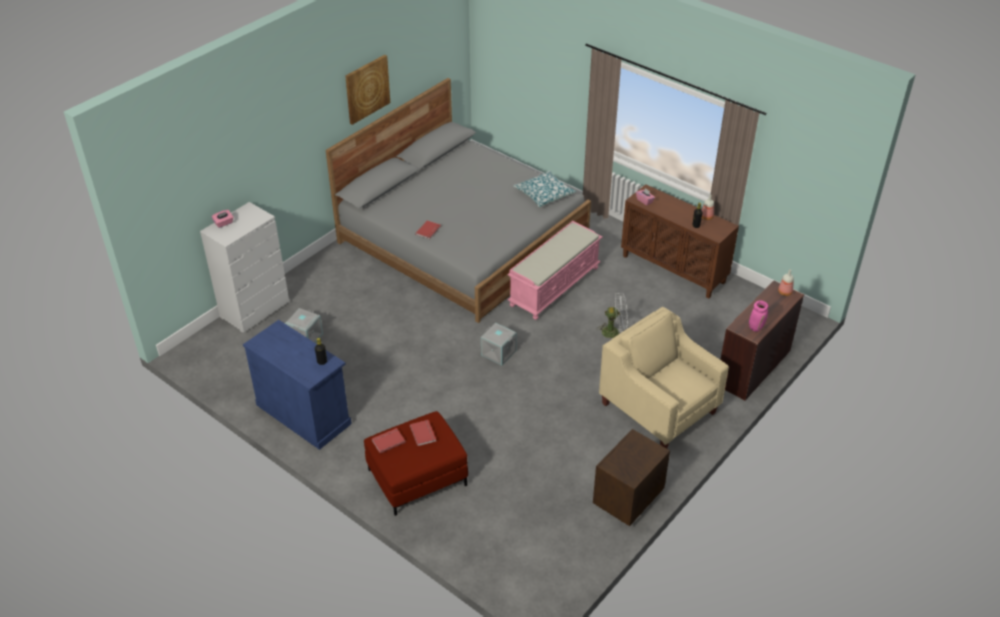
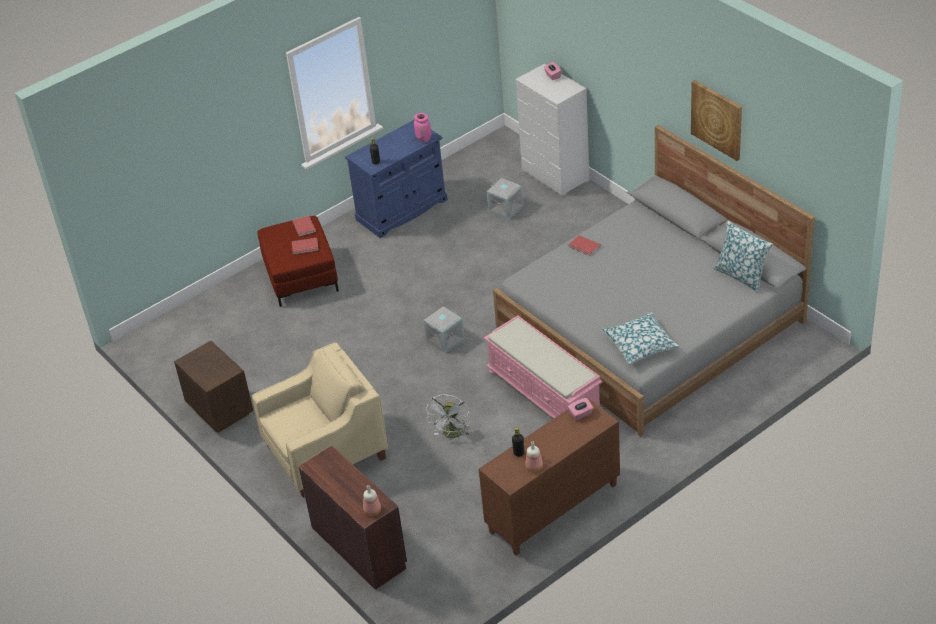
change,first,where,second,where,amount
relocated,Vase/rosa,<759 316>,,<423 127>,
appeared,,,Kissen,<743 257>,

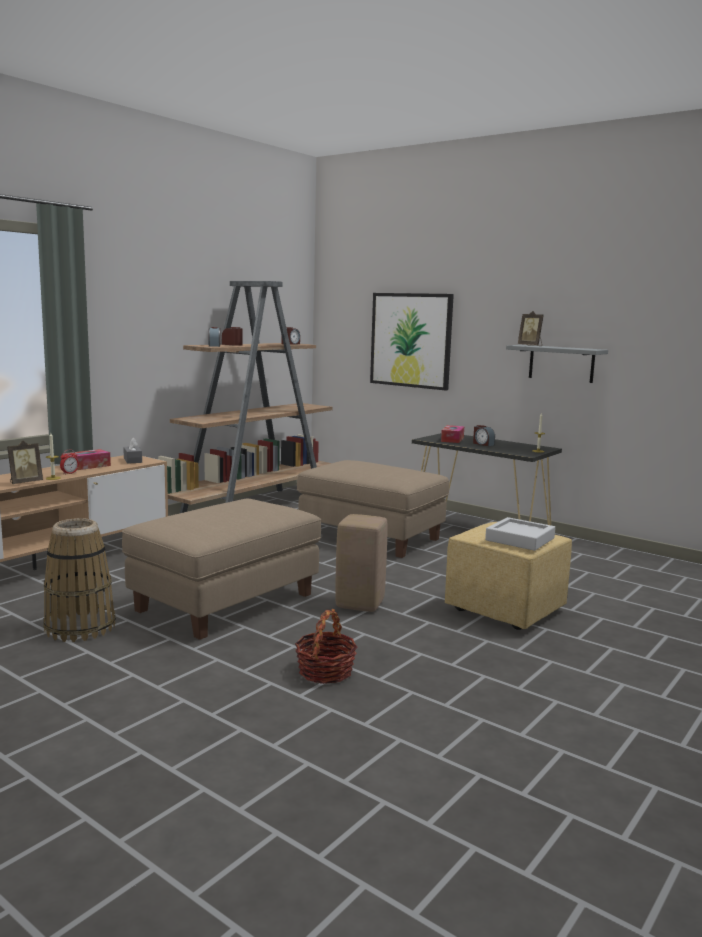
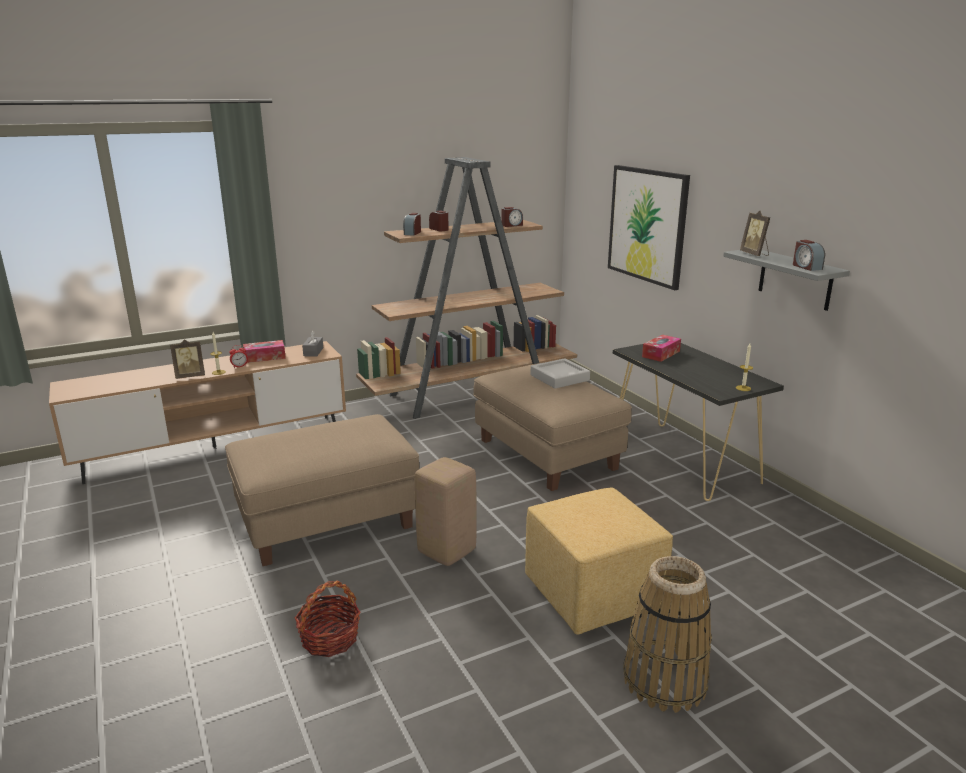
change,first,where,second,where,amount
relocated,Tablett/grau,<520 534>,,<560 373>,
relocated,Korb,<79 580>,,<667 634>,
relocated,Wecker,<484 435>,,<809 255>,

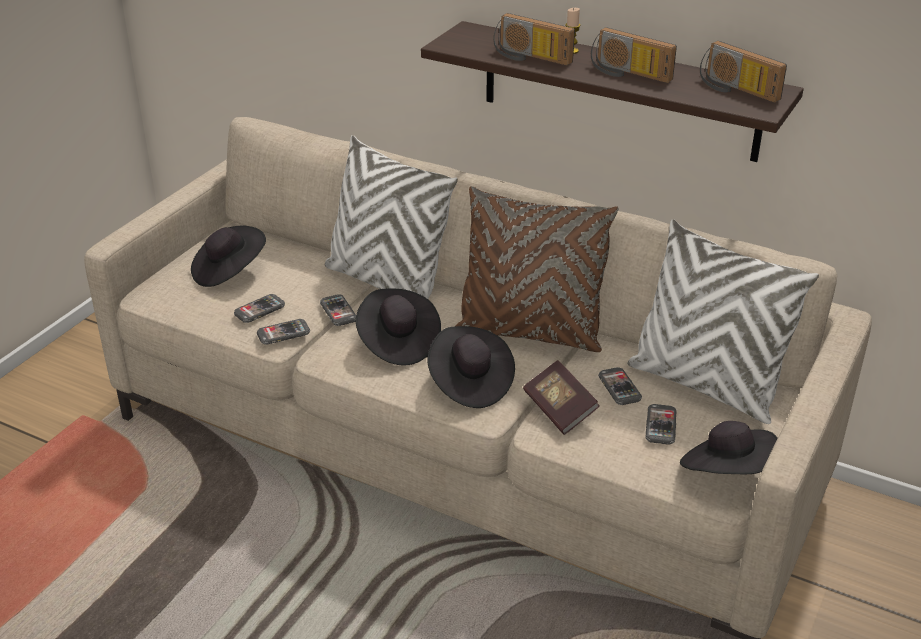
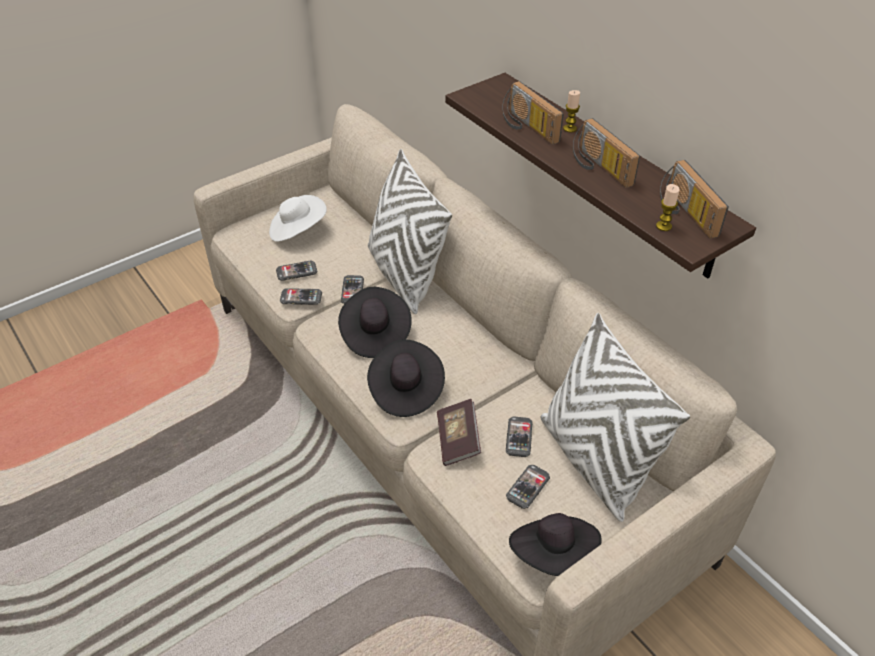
change,first,where,second,where,amount
colour,Hut/schwarz,<228 256>,Hut/weiß,<298 218>,
appeared,,,Kerze,<668 207>,
missing,Kissen/braun,<537 269>,,,

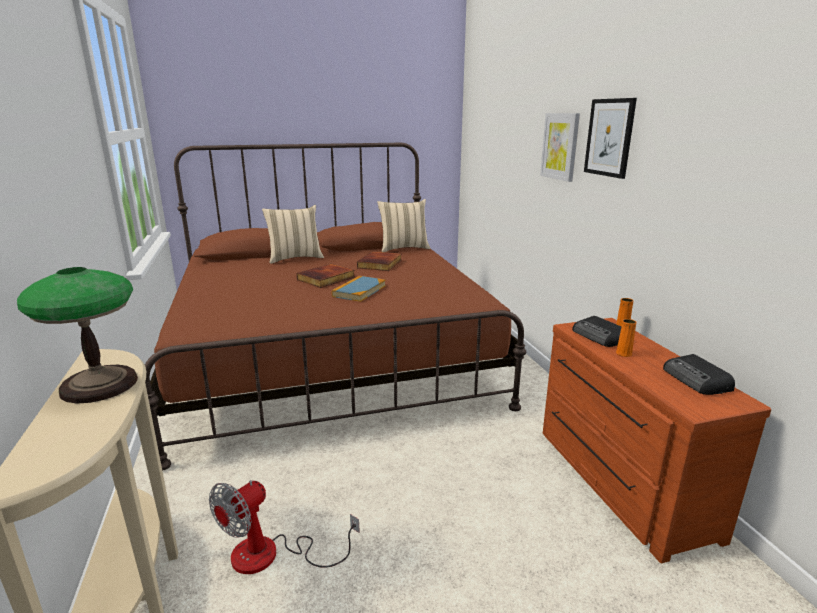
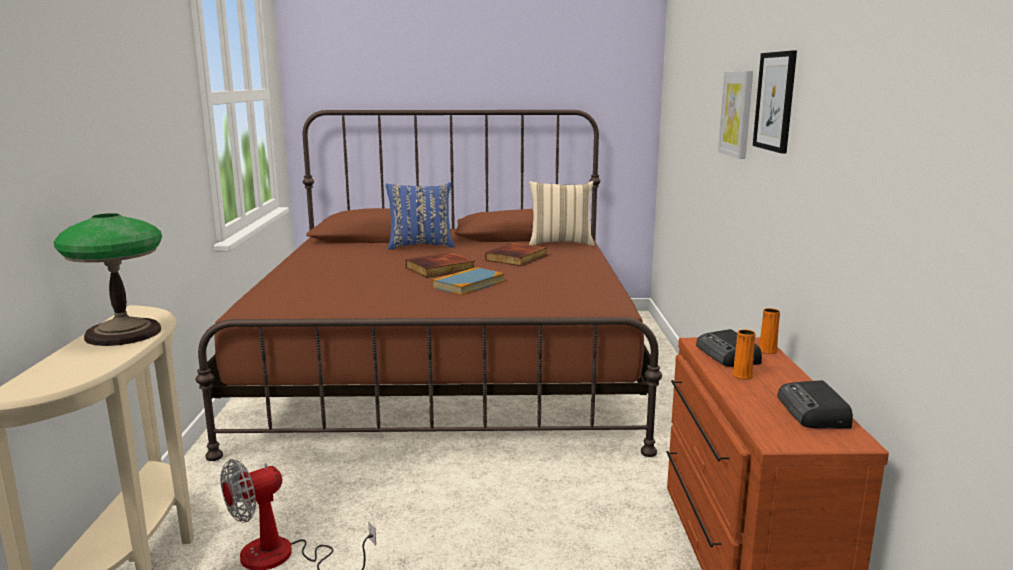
change,first,where,second,where,amount
colour,Kissen/beige,<293 234>,Kissen/blau,<420 216>,

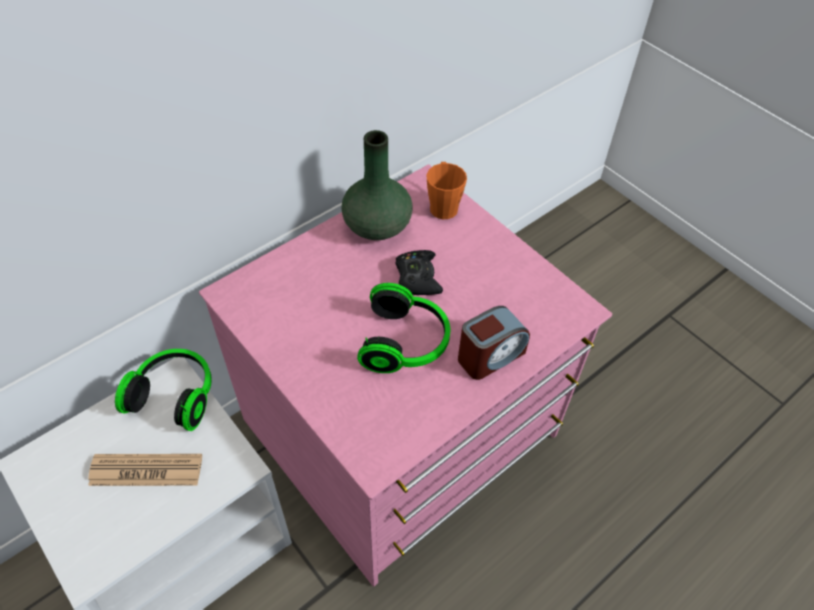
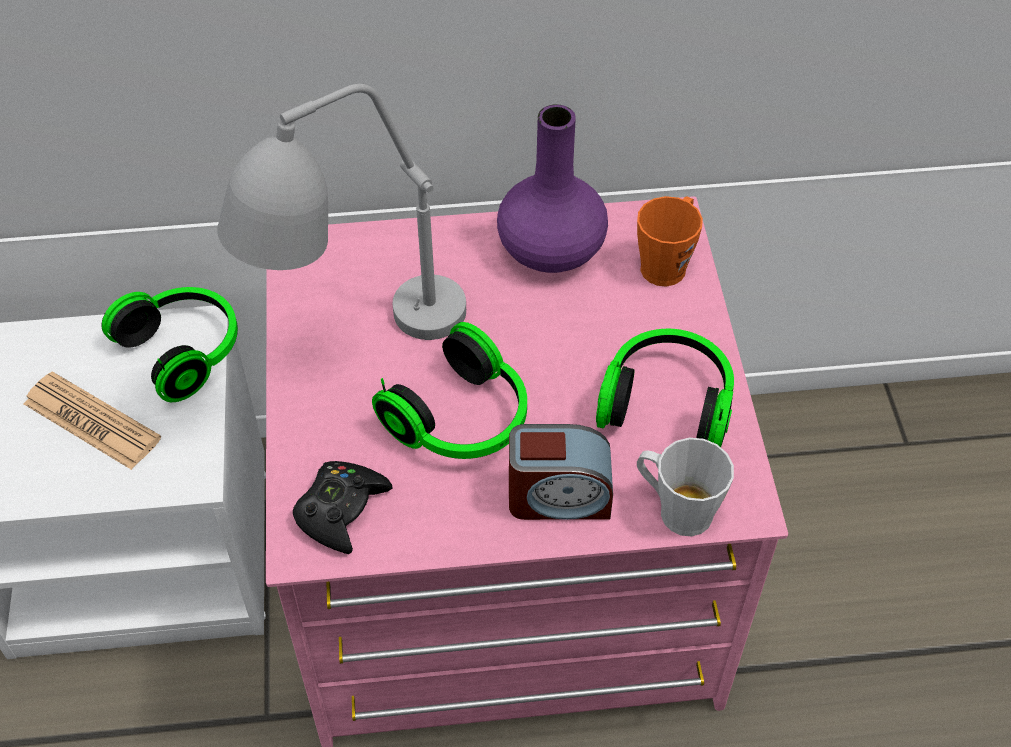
change,first,where,second,where,amount
appeared,,,Tischlampe/grau,<341 212>,
relocated,Gamepad/schwarz,<419 272>,,<342 507>,
colour,Vase/grün,<377 185>,Vase/lila,<552 188>,
appeared,,,Kopfhörer,<665 388>,
appeared,,,Henkelbecher/grau,<685 487>,

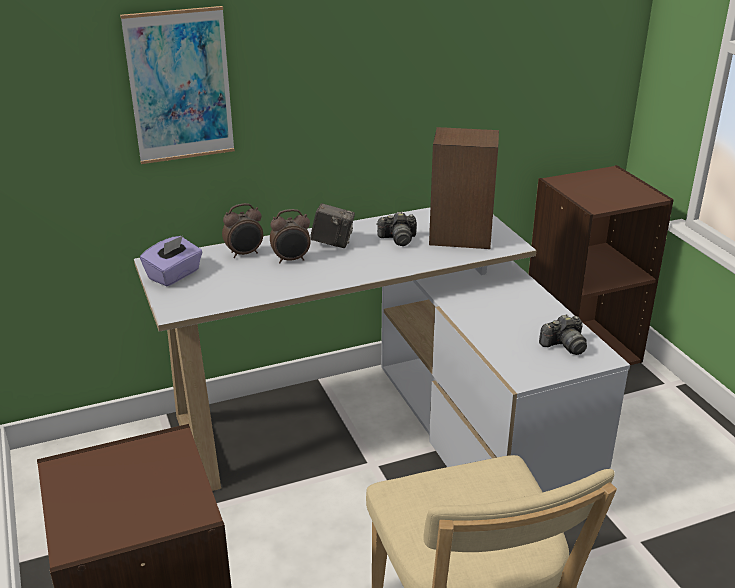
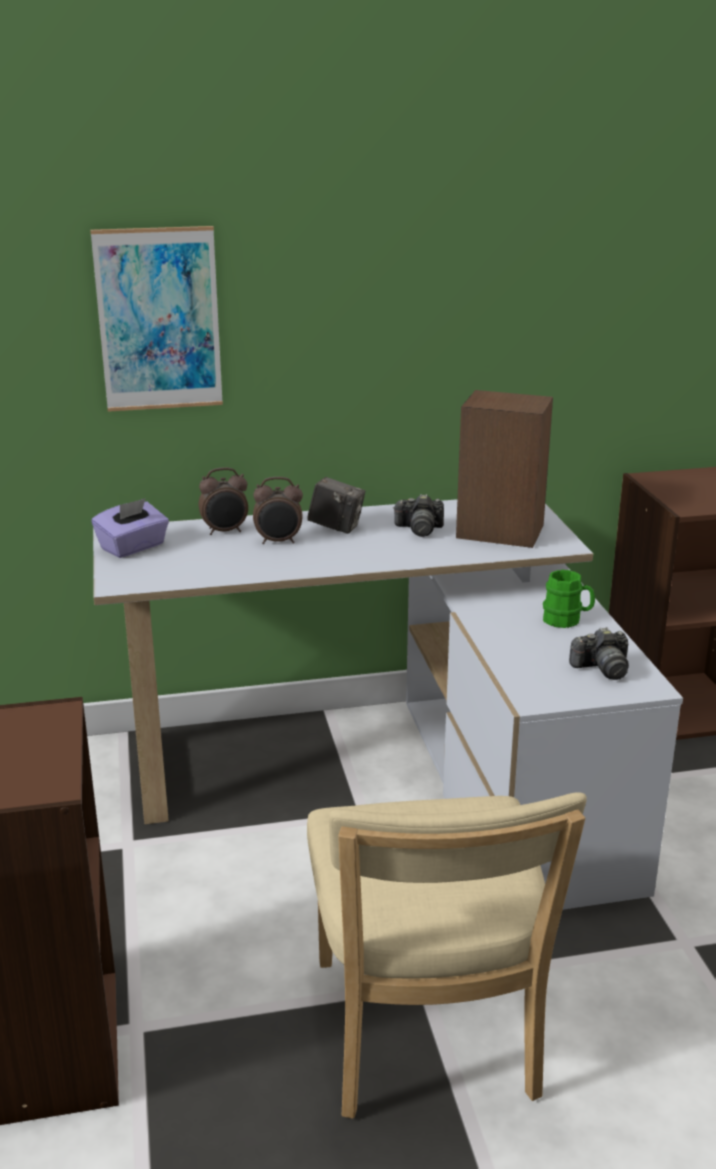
change,first,where,second,where,amount
appeared,,,Henkelbecher/grün,<569 599>,

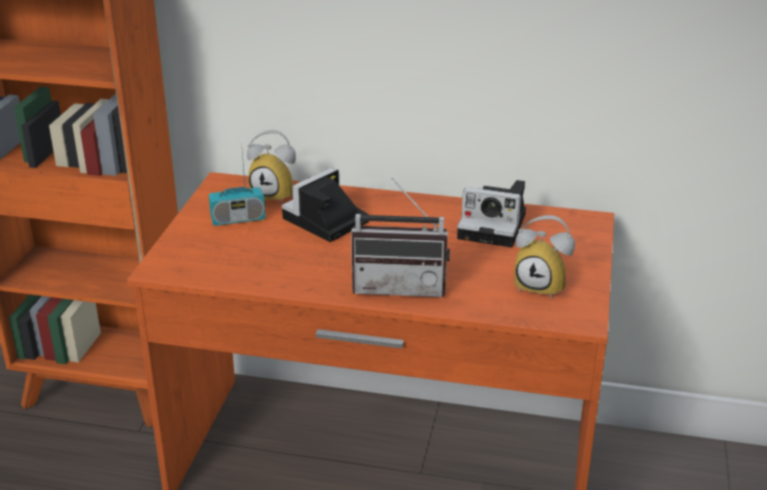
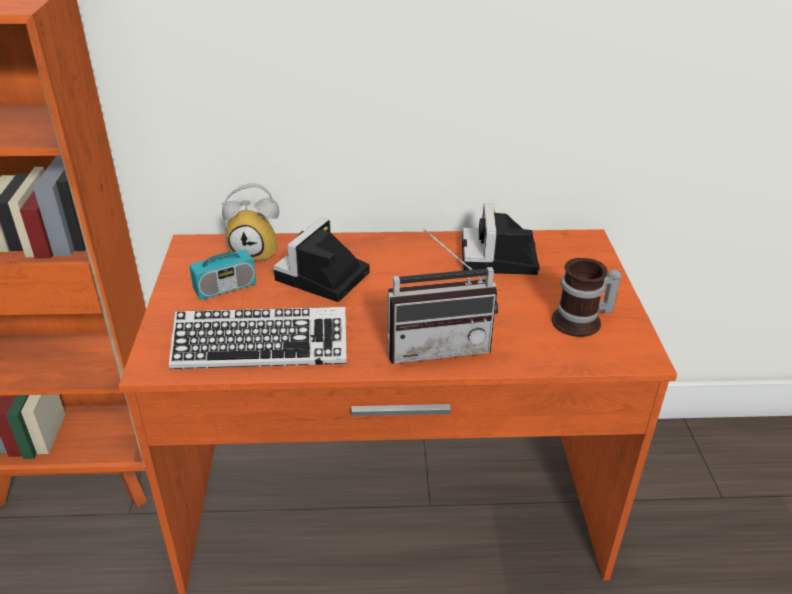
change,first,where,second,where,amount
appeared,,,Tastatur,<258 338>,
spun,Kamera,<491 213>,,<501 239>,90 degrees clockwise
exchanged,Wecker,<544 257>,Henkelbecher,<587 297>,

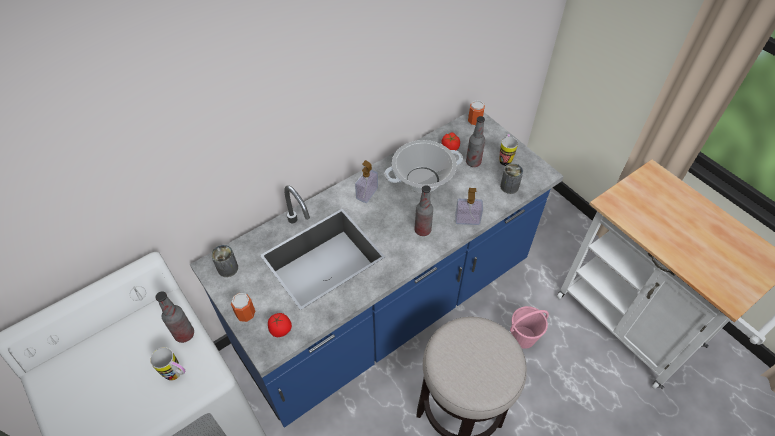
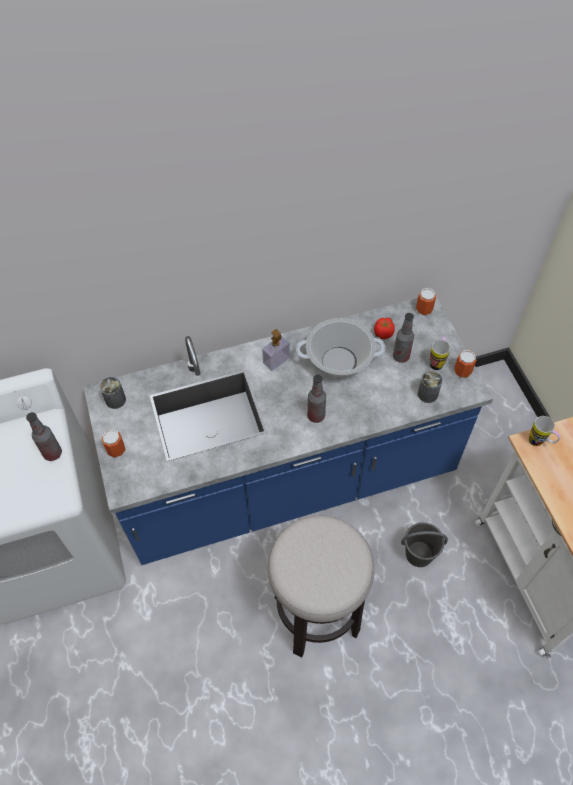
change,first,where,second,where,amount
colour,Eimer/rosa,<529 327>,Eimer/grau,<424 544>,
appeared,,,Dose,<465 364>,
relocated,Henkelbecher,<167 364>,,<544 431>,
missing,Tomate,<280 325>,,,
missing,Seifenspender,<469 206>,,,

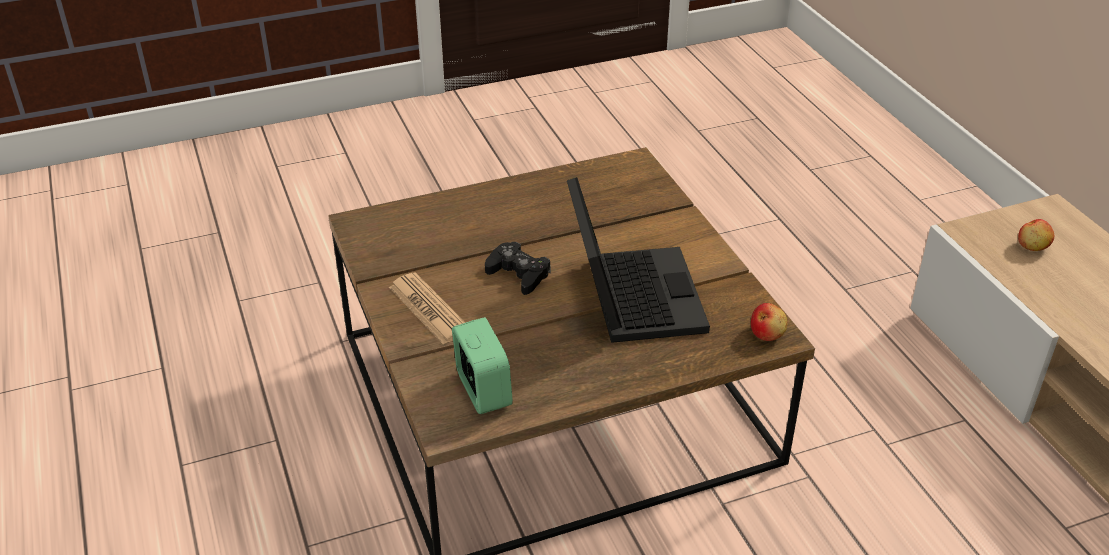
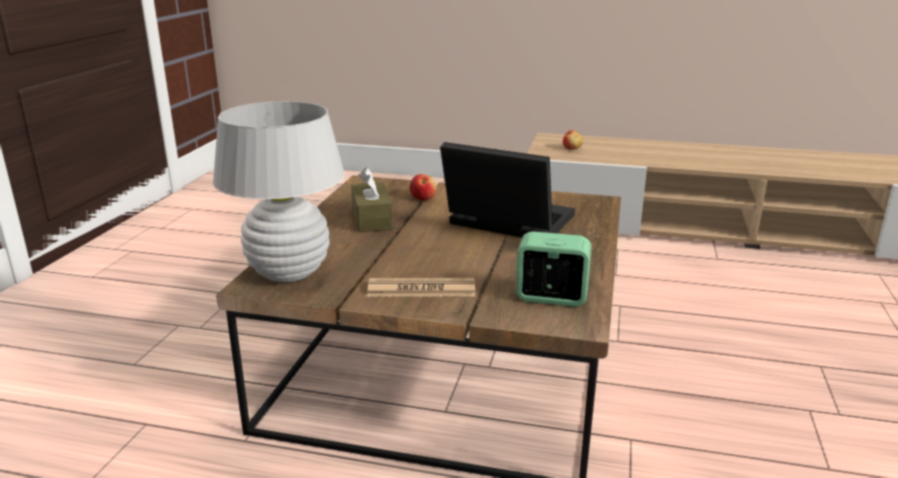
change,first,where,second,where,amount
appeared,,,Tischlampe/weiß,<279 191>,
appeared,,,Taschentuchbox/braun,<372 199>,
relocated,Apfel,<769 322>,,<423 187>,
missing,Gamepad/schwarz,<518 268>,,,

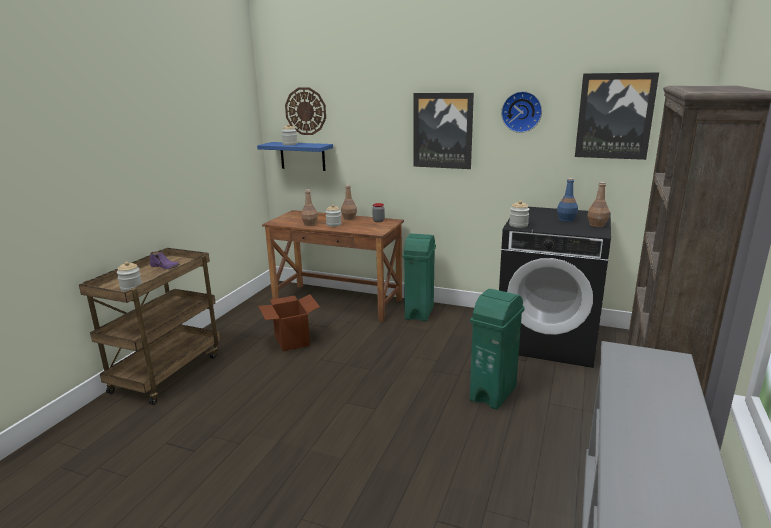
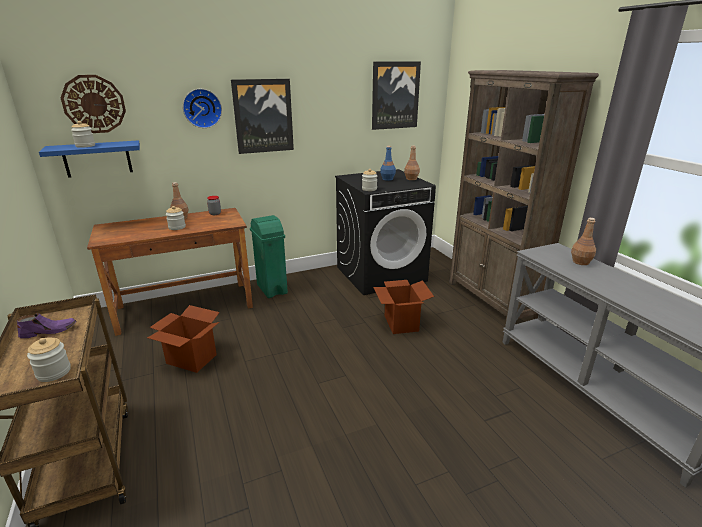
change,first,where,second,where,amount
relocated,Wanduhr,<521 112>,,<202 108>,
exchanged,Mülleimer/grün,<497 349>,Karton,<403 307>,
relocated,Flasche/braun,<309 207>,,<583 241>,

